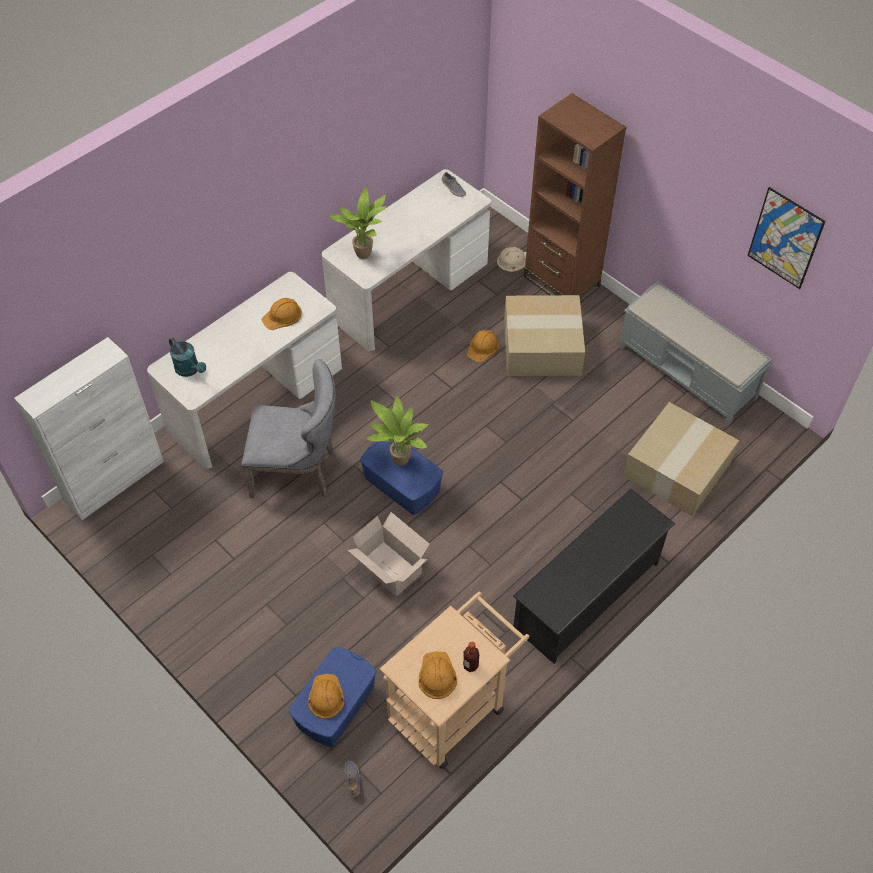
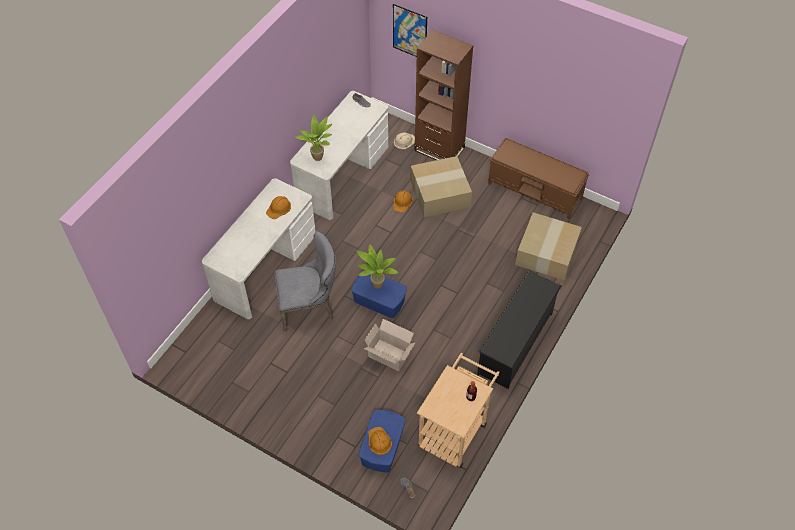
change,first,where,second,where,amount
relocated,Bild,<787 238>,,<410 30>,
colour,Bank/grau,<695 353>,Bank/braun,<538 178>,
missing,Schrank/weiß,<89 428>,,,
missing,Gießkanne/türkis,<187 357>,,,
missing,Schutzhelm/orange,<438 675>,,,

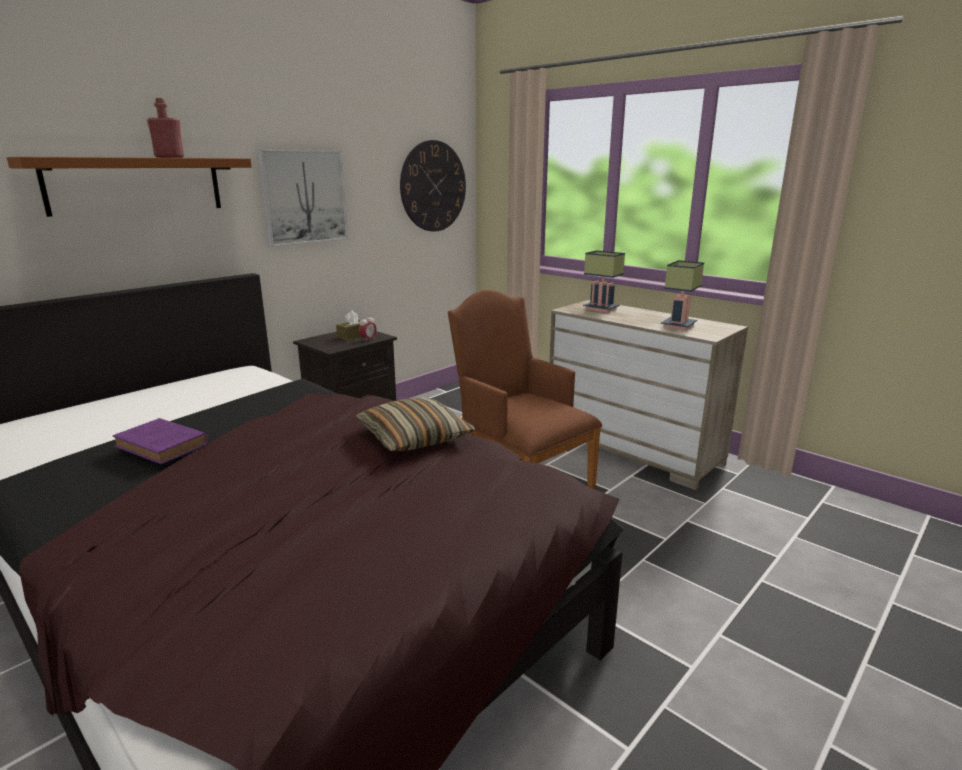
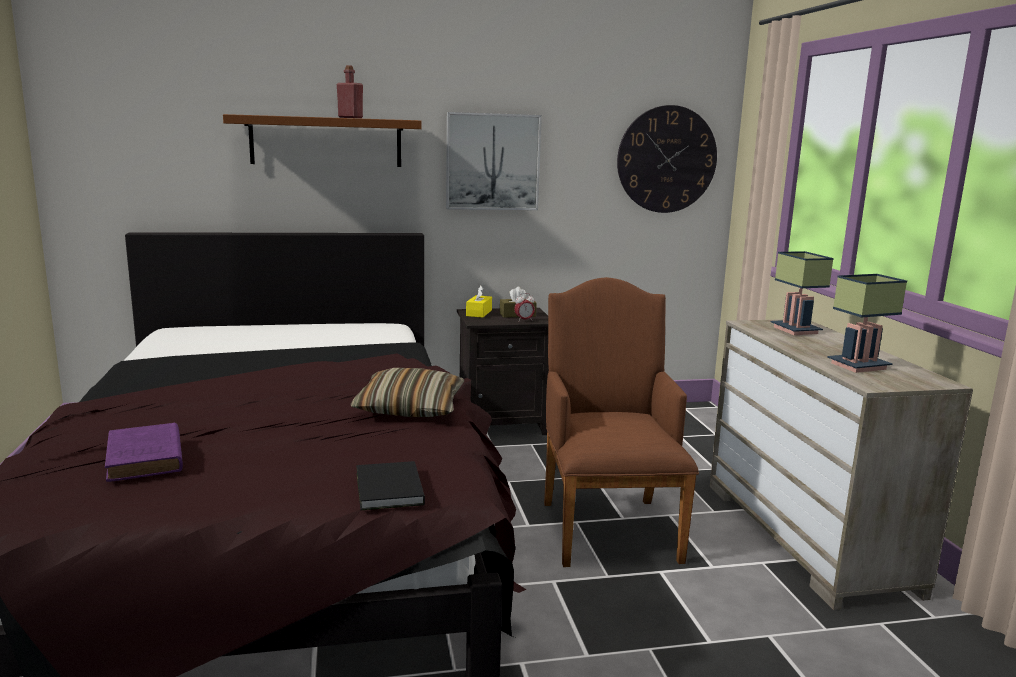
change,first,where,second,where,amount
relocated,Buch/lila,<161 441>,,<144 452>,
appeared,,,Buch/schwarz,<390 485>,
appeared,,,Taschentuchbox/gelb,<479 301>,

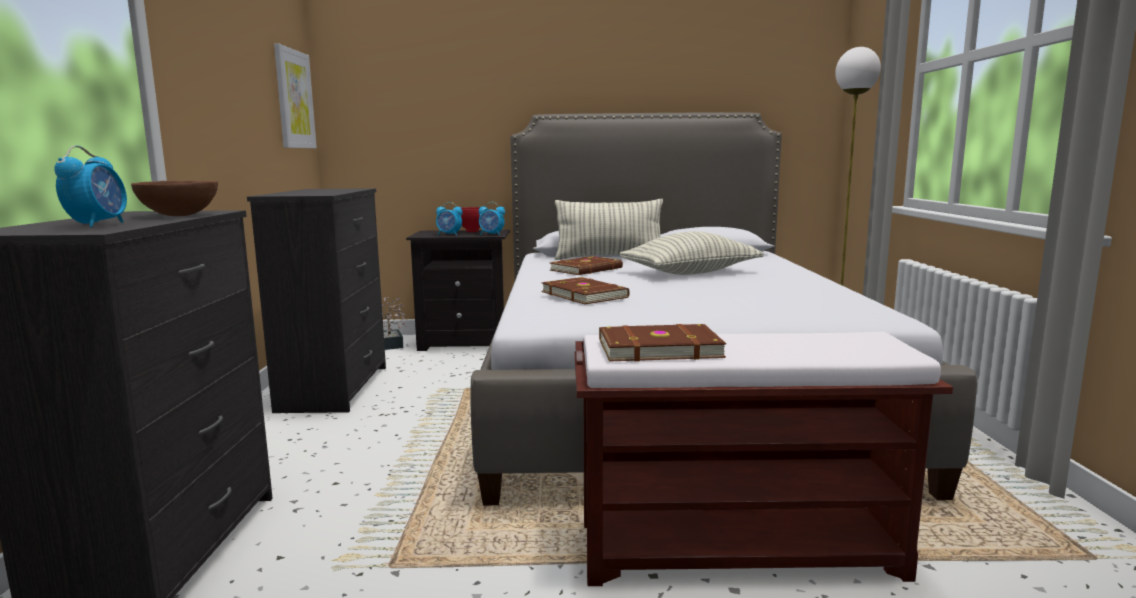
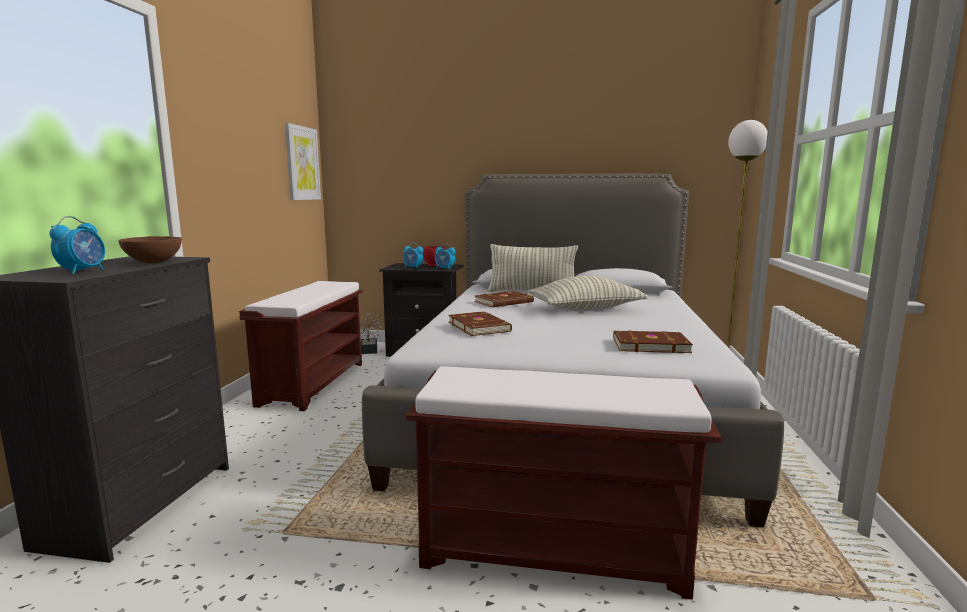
change,first,where,second,where,amount
exchanged,Kommode/schwarz,<316 300>,Bank/braun,<301 346>,
relocated,Buch/braun,<662 343>,,<653 341>,

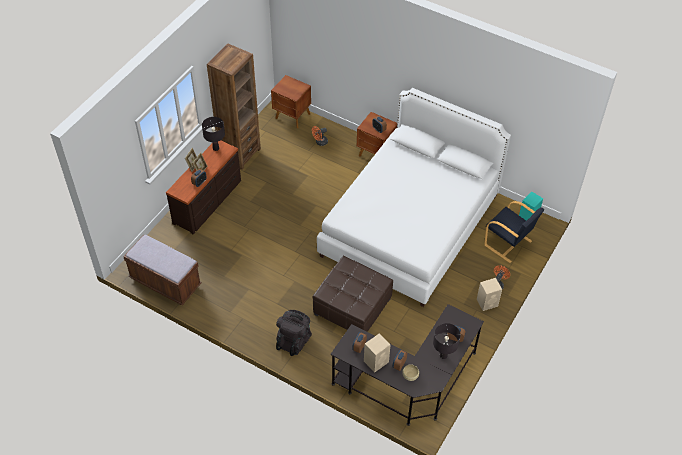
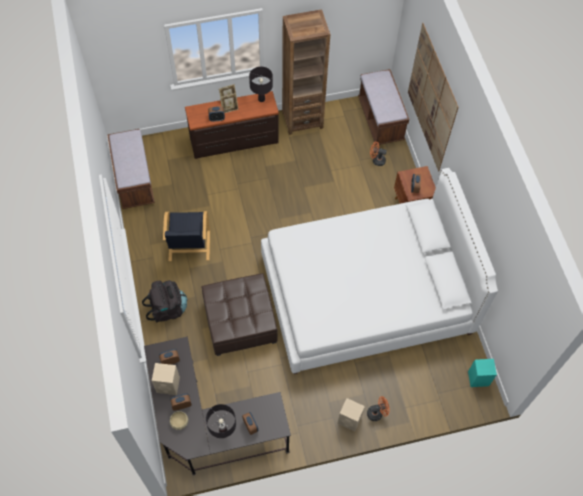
change,first,where,second,where,amount
relocated,Sessel/schwarz,<514 232>,,<186 236>,
exchanged,Nachttisch/braun,<291 101>,Bank/braun,<383 107>,
appeared,,,Bild,<433 97>,

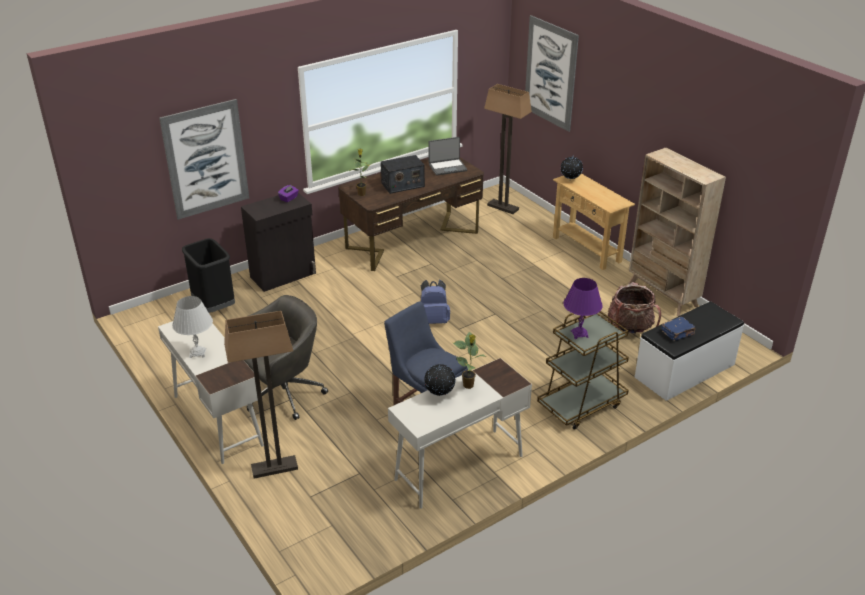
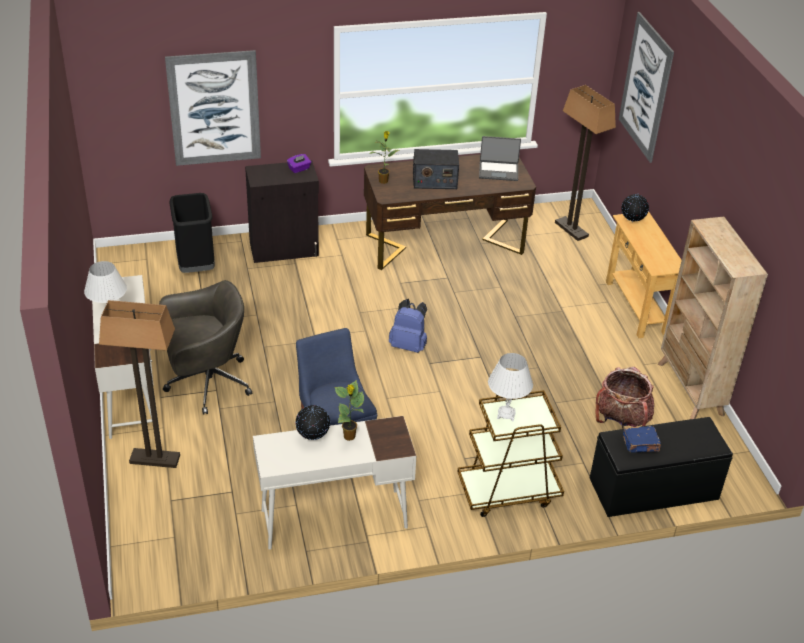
change,first,where,second,where,amount
colour,Tischlampe/lila,<583 308>,Tischlampe/weiß,<510 387>,
colour,Bank/weiß,<689 351>,Bank/schwarz,<661 467>,

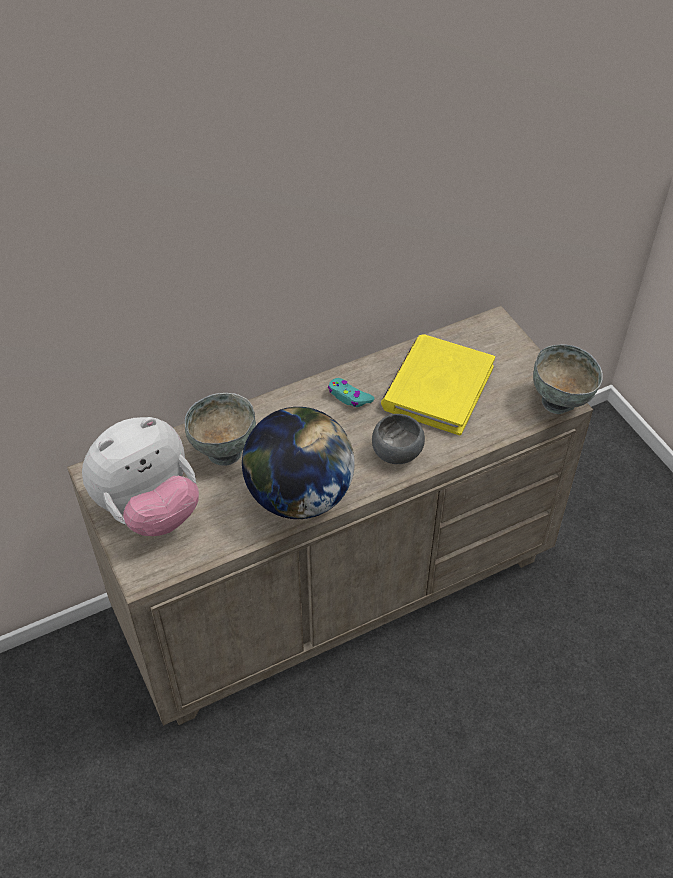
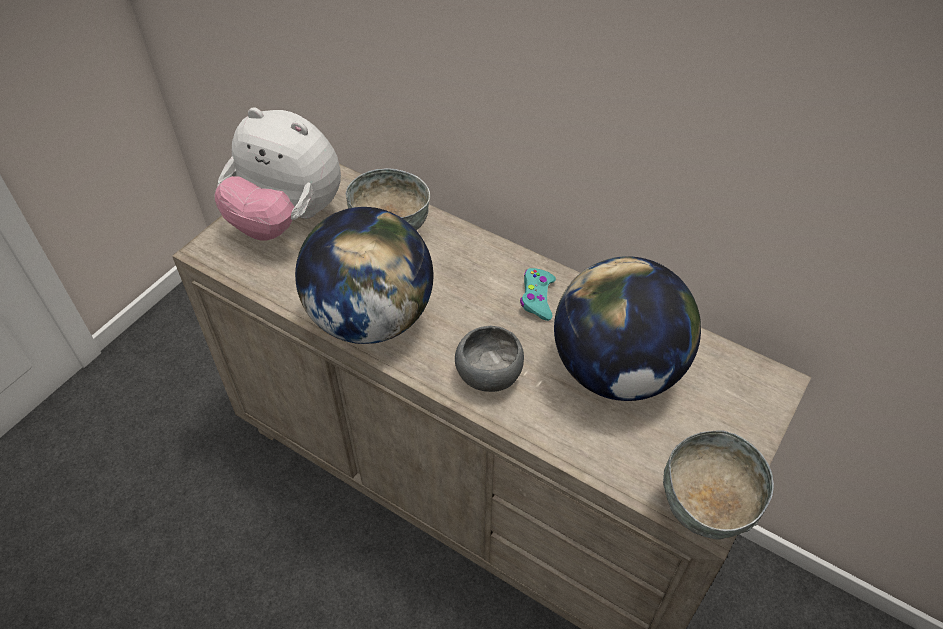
change,first,where,second,where,amount
exchanged,Buch/gelb,<438 385>,Globus,<627 328>,

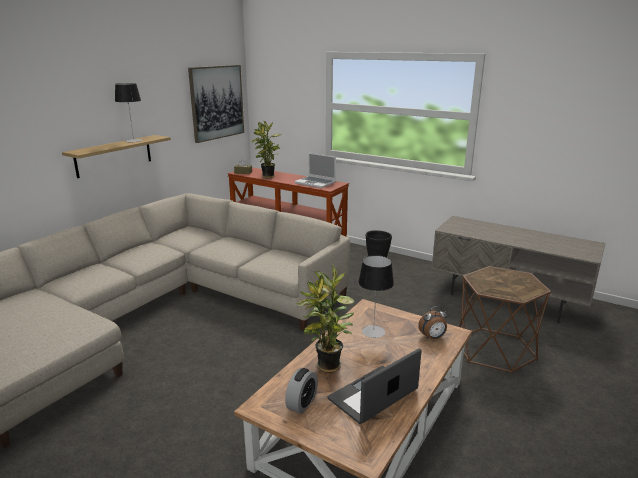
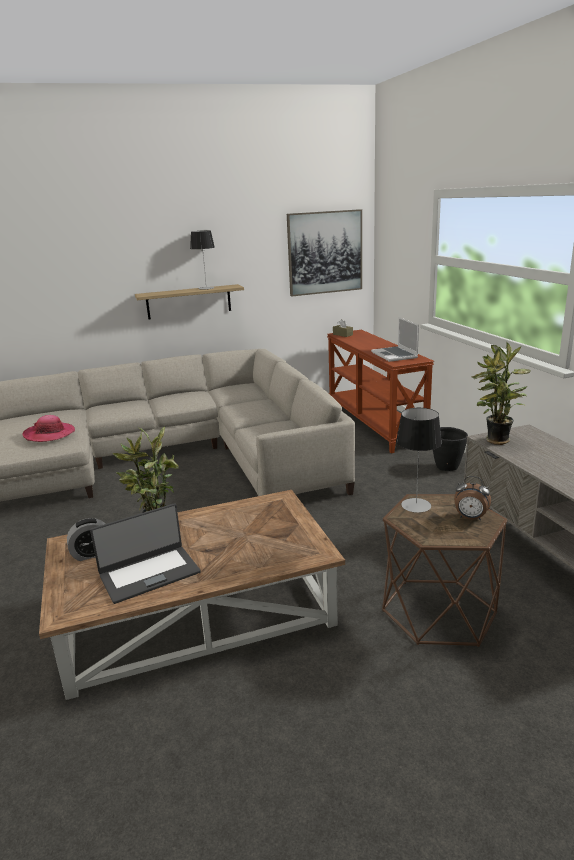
change,first,where,second,where,amount
appeared,,,Hut,<48 428>,
spun,Laptop,<374 386>,,<145 553>,150 degrees clockwise
relocated,Tischlampe,<376 296>,,<419 460>,
relocated,Wecker,<432 323>,,<472 498>,
relocated,Topfpflanze,<266 149>,,<501 393>,

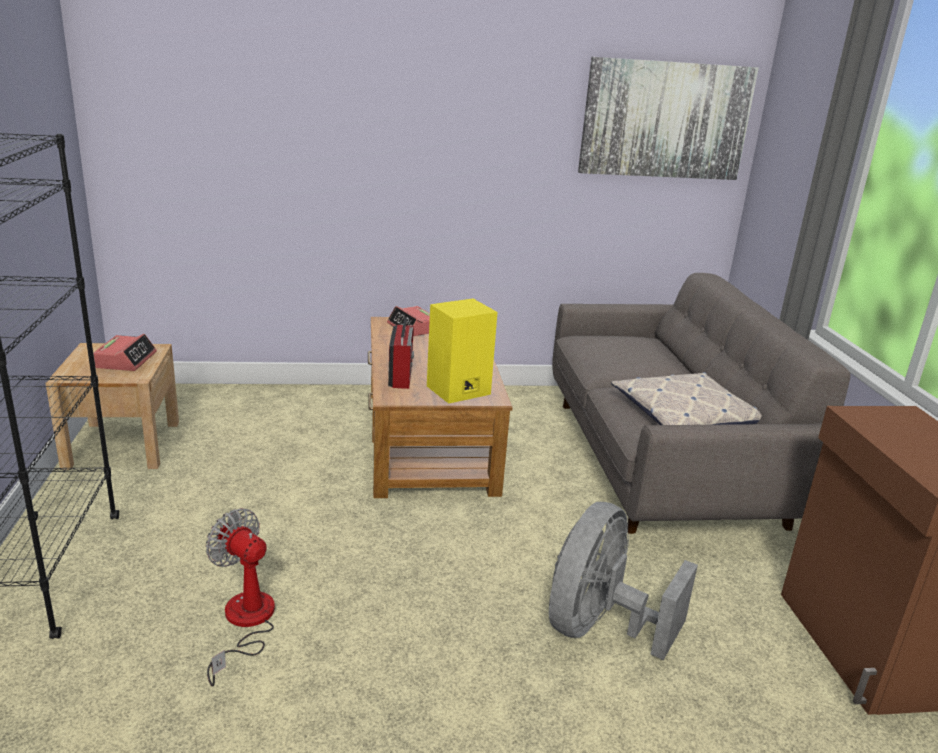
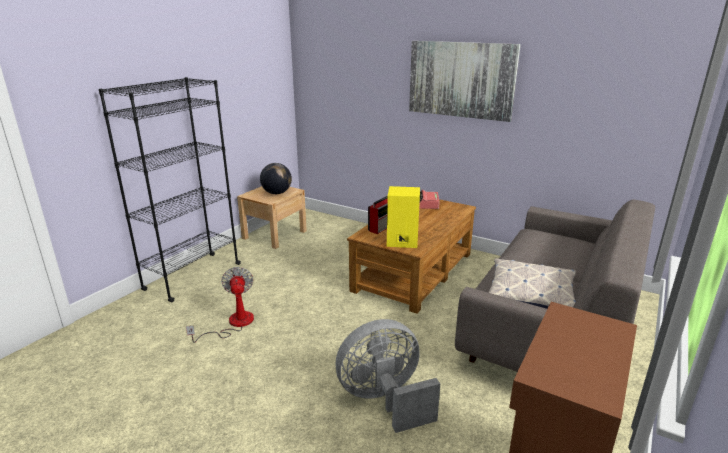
change,first,where,second,where,amount
exchanged,Wecker,<125 352>,Globus,<276 178>,
relocated,Bild,<668 118>,,<465 81>,

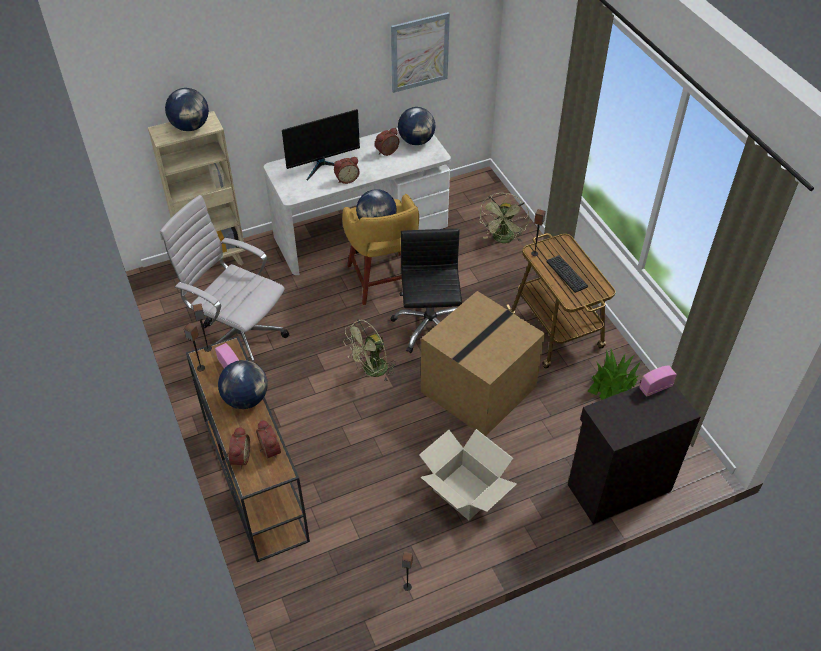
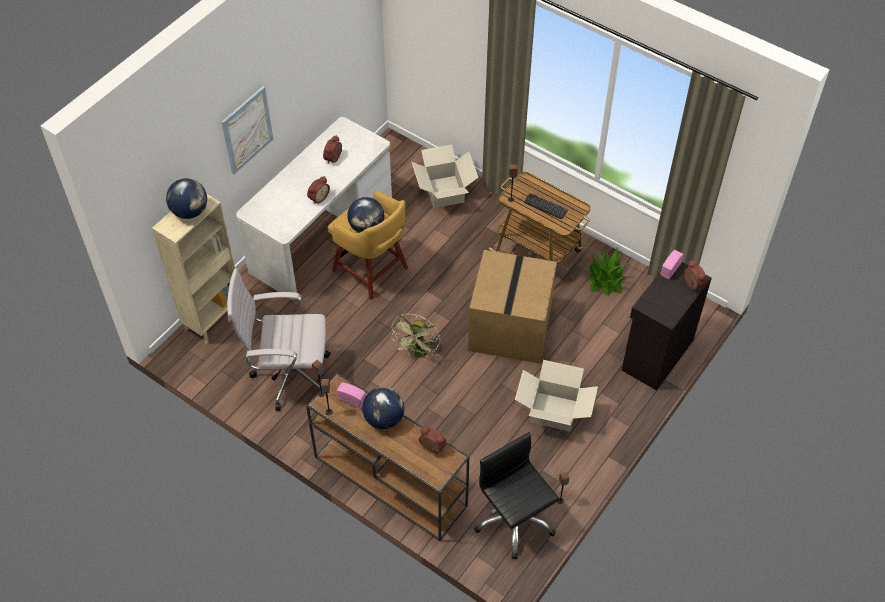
change,first,where,second,where,amount
relocated,Bild,<420 52>,,<247 130>,
exchanged,Ventilator/grün,<504 218>,Karton,<445 176>,
relocated,Bürostuhl/schwarz,<426 291>,,<516 495>,
relocated,Wecker,<238 448>,,<695 275>,
missing,Monitor,<321 145>,,,
missing,Globus,<416 126>,,,

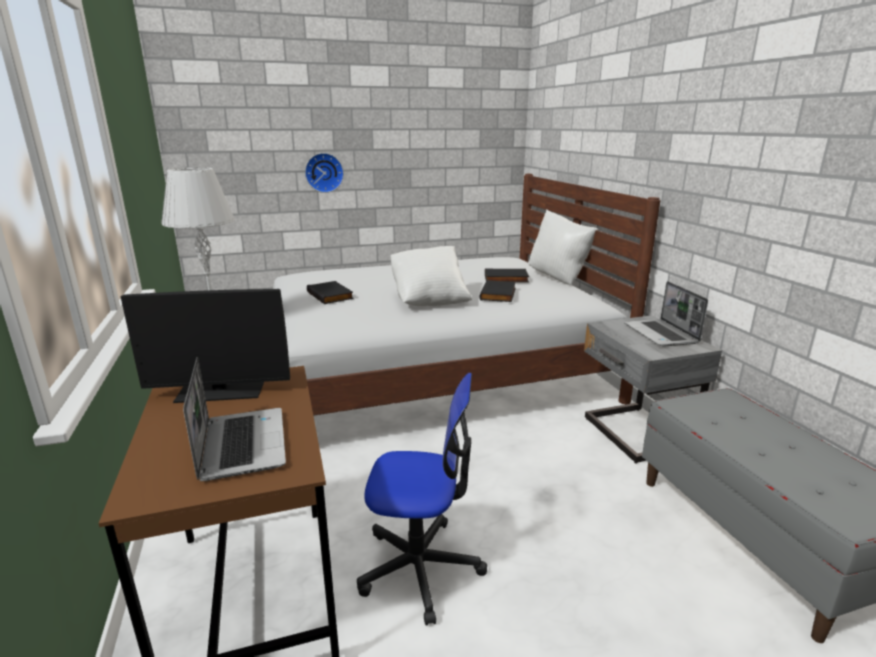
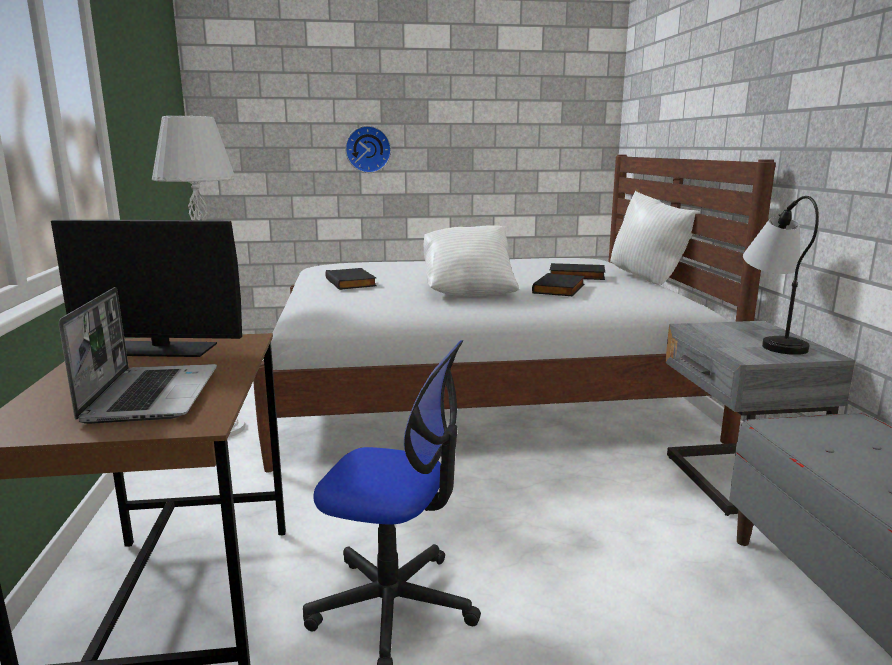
change,first,where,second,where,amount
exchanged,Laptop,<666 314>,Tischlampe,<781 275>,

